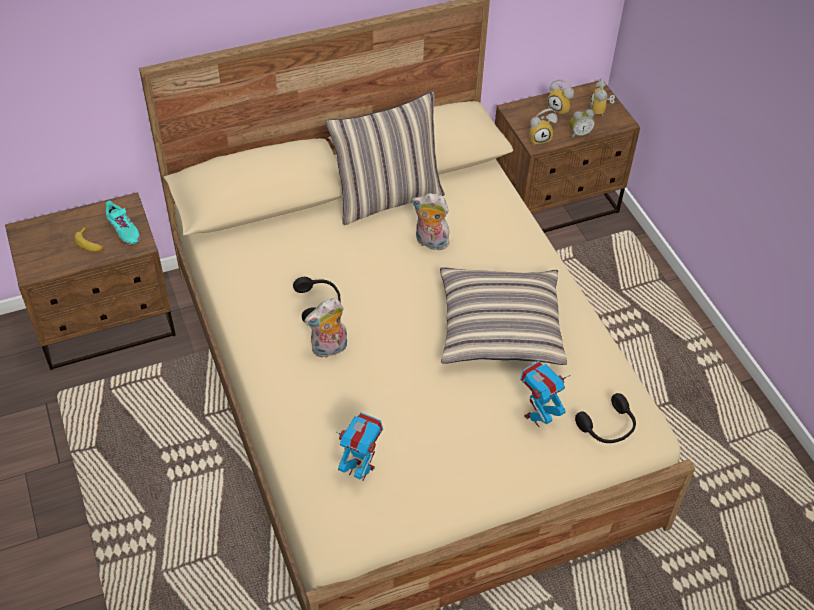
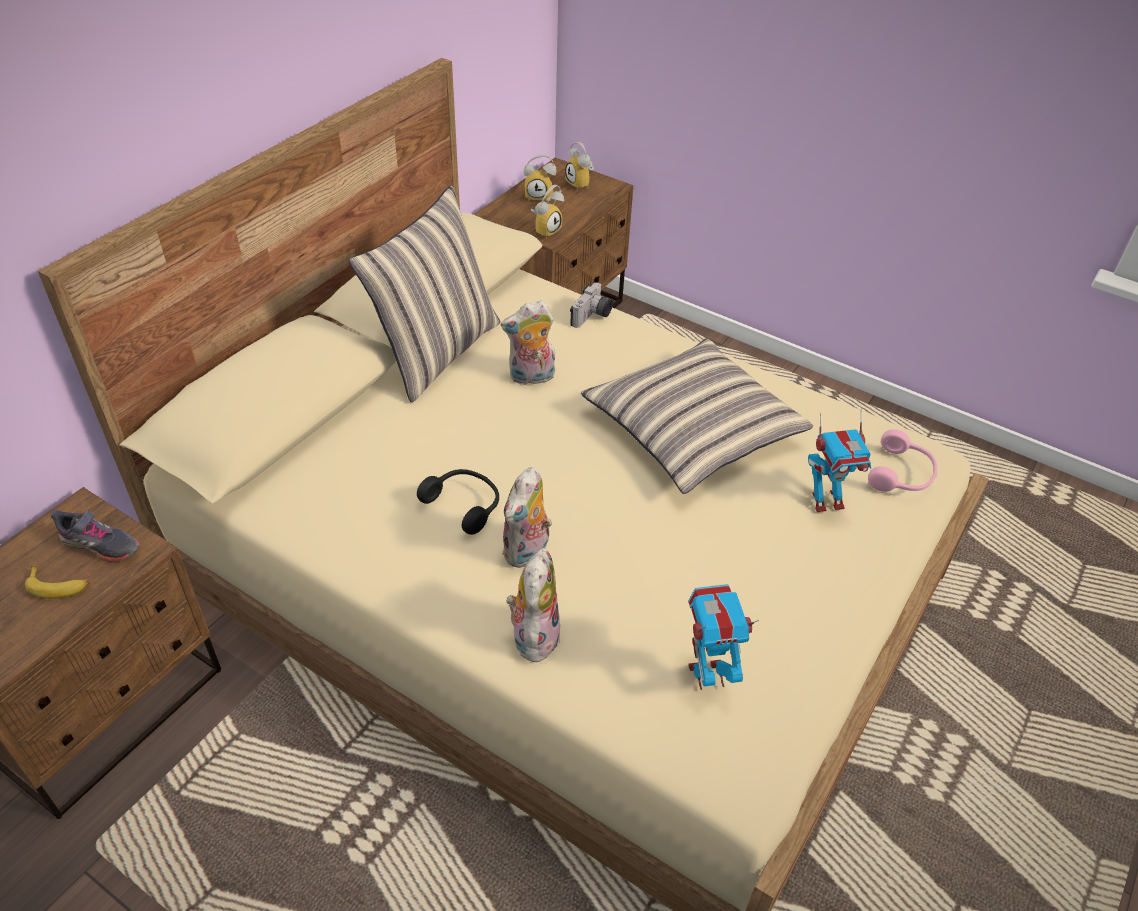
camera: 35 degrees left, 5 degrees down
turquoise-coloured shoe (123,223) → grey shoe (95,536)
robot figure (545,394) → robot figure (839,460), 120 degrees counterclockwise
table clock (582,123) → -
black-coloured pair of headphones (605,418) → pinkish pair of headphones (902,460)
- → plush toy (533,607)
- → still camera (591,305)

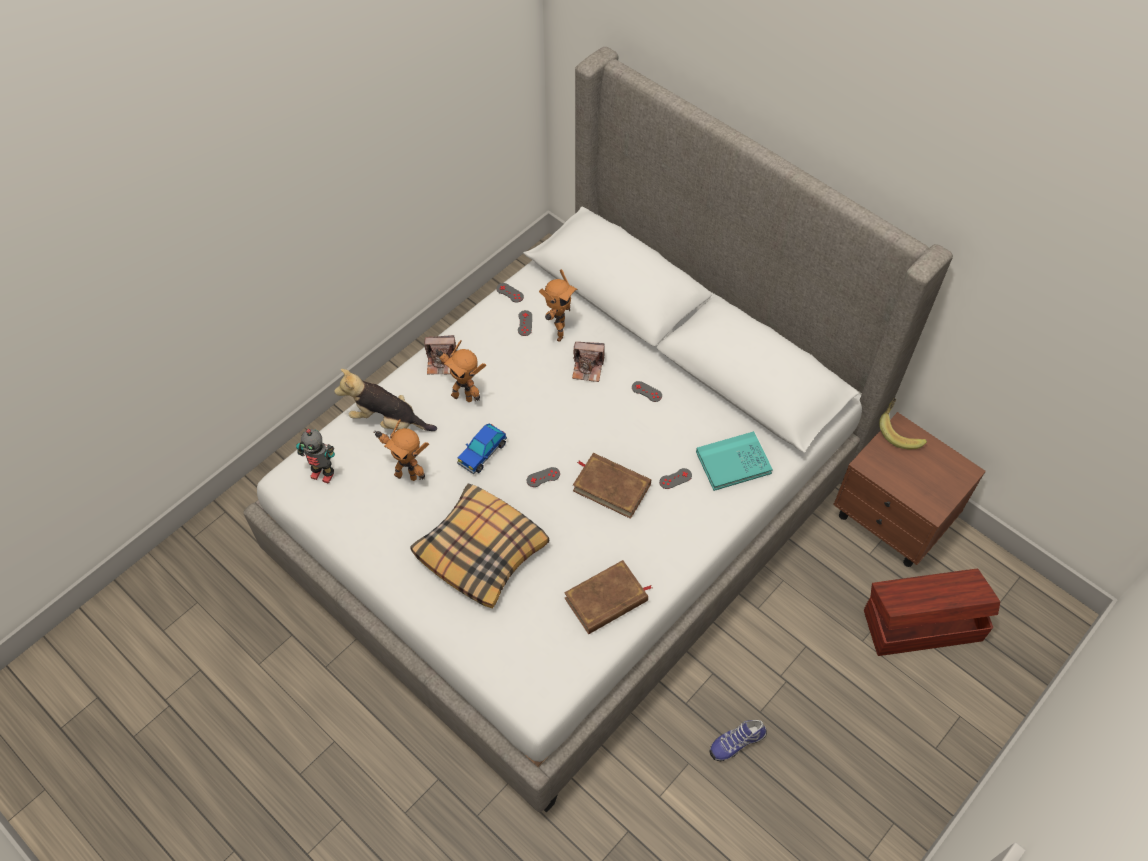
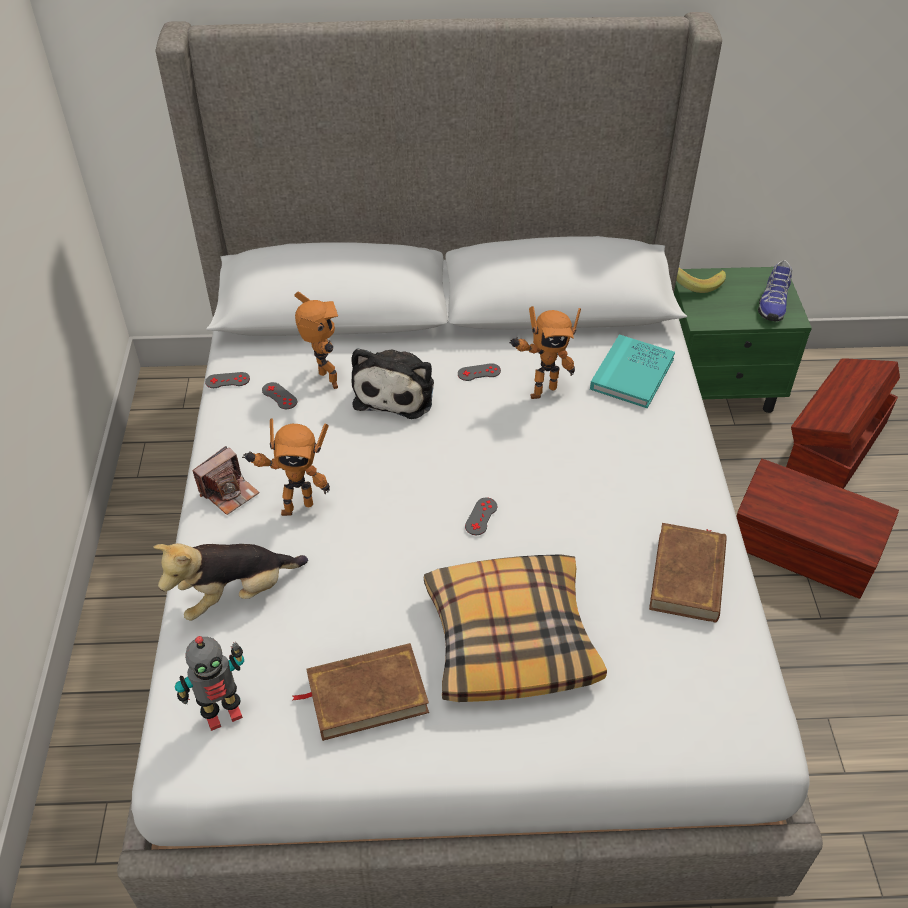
camera: 45 degrees left, 10 degrees down
robot figure (401,450) → robot figure (545,352), moved
toy car (482,448) → -
still camera (588,362) → plush toy (392,383)
brownish bound book (612,486) → brownish bound book (361,692), moved
grey joypad (675,478) → -
shoe (738,740) → shoe (775,290), moved
brownish bedside table (909,489) → green-coloured bedside table (743,340)
- → brownish storage box (818,529)

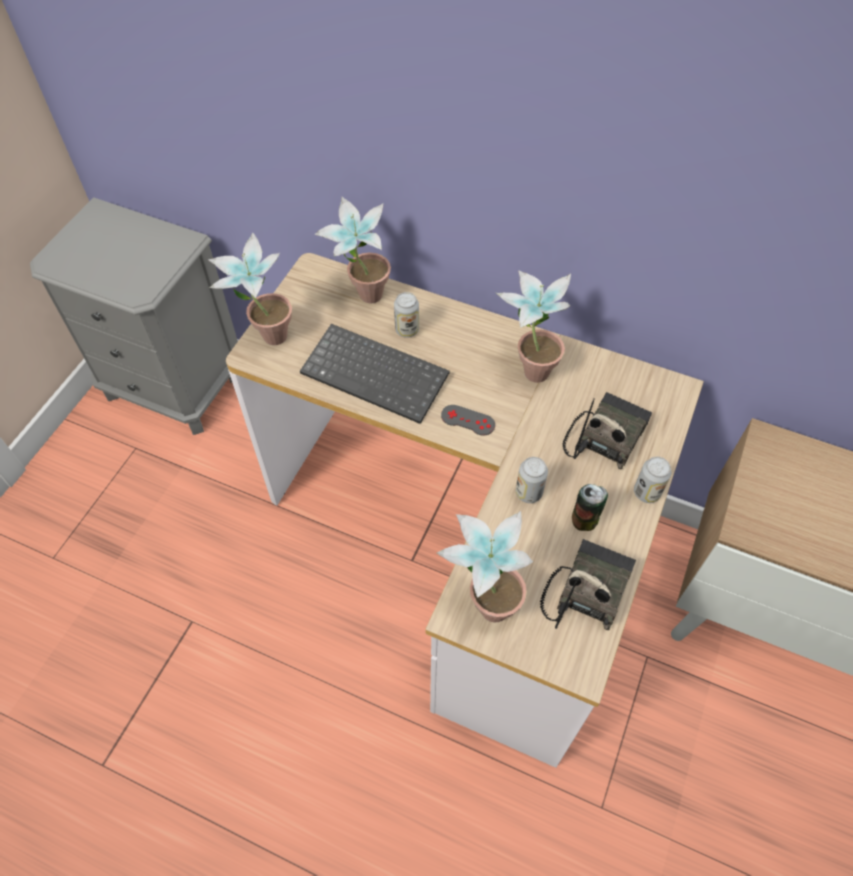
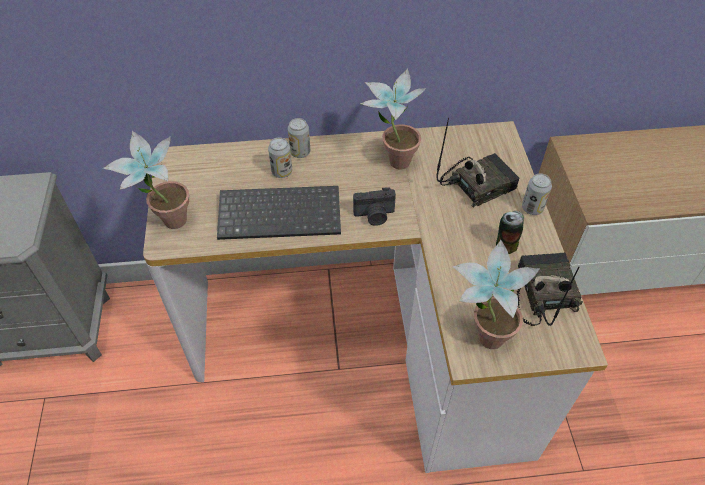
camera: 30 degrees left, 5 degrees down
houseplant (352,250) → -
grey joypad (468,420) → still camera (374,207)
metal can (532,480) → metal can (299,138), moved
radio set (607,431) → radio set (478,163), 60 degrees clockwise

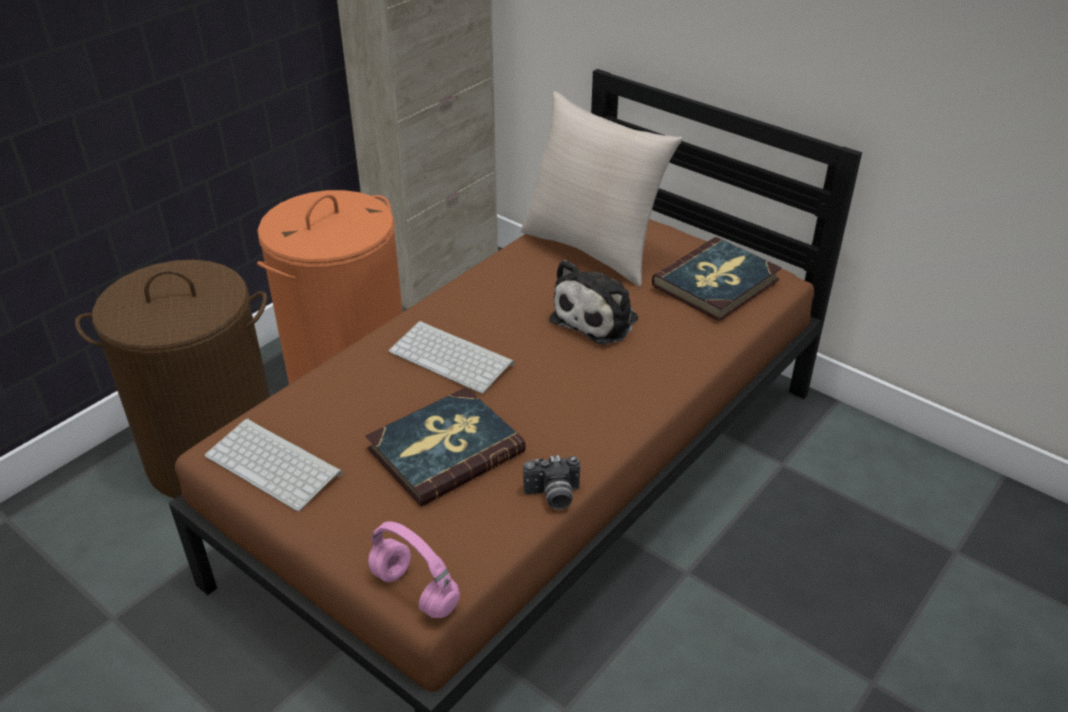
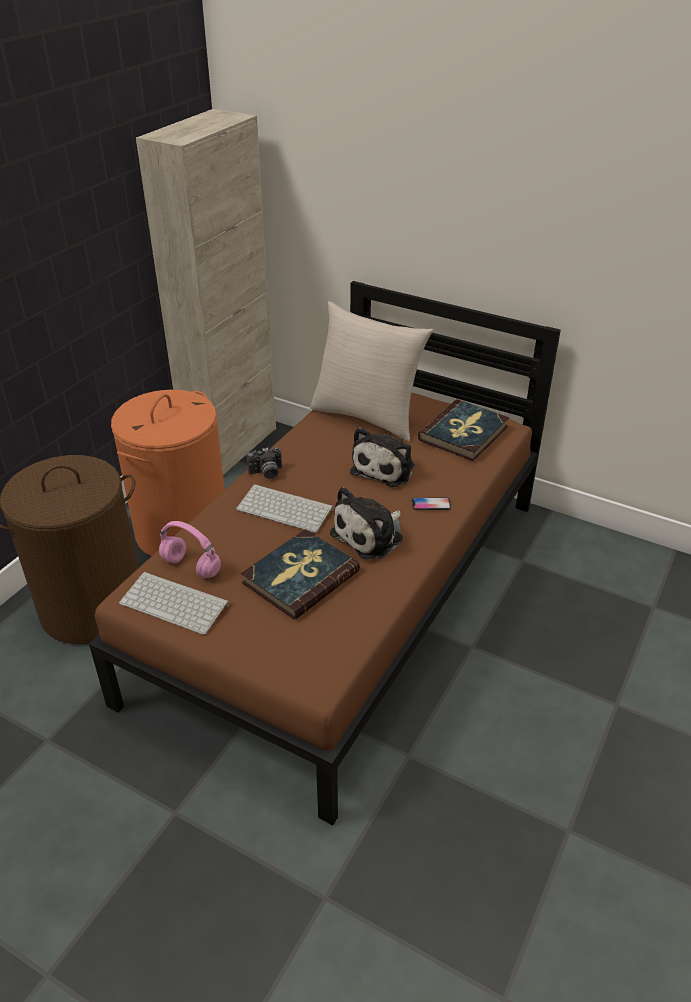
camera: 10 degrees left, 0 degrees up
pinkish pair of headphones (414,569) → pinkish pair of headphones (190,549), moved
still camera (551,482) → still camera (264,463), moved
- → plush toy (366,523)
- → telephone (431,503)

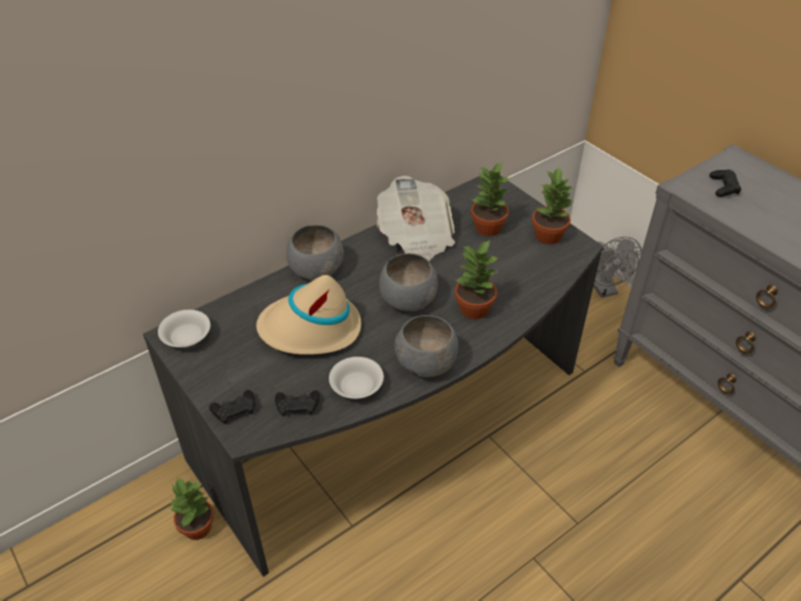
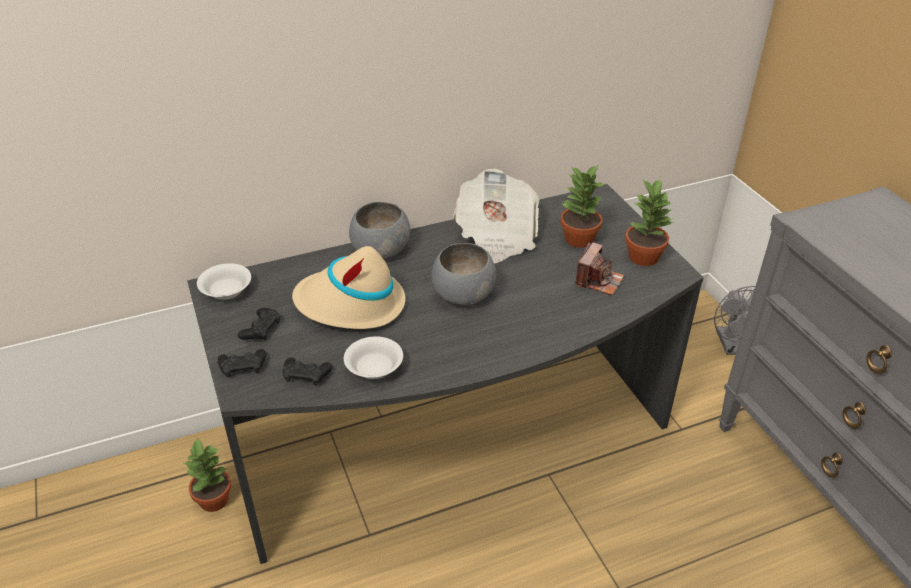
camera: 15 degrees right, 5 degrees down
grey bowl (426,346) → -
houseplant (476,279) → -
black-coloured joypad (725,183) → black-coloured joypad (259,324), moved
- → still camera (599,268)

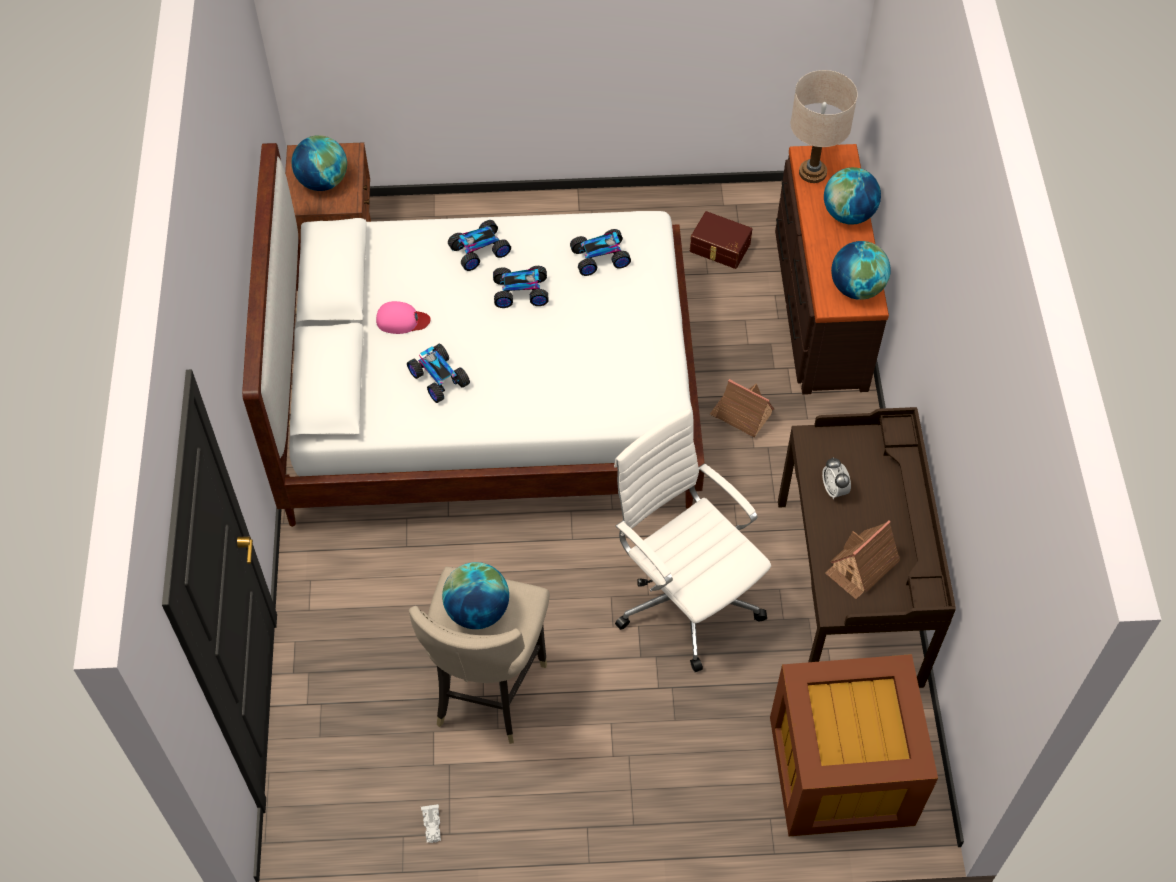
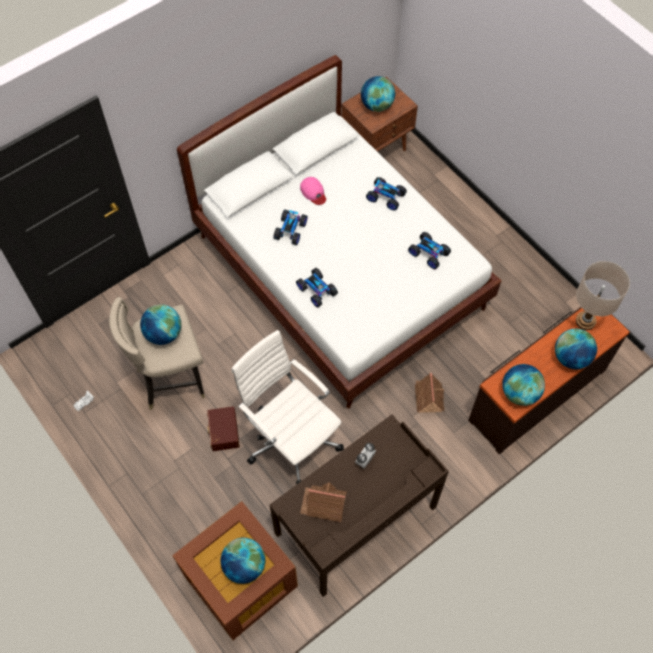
camera: 55 degrees right, 5 degrees up
toy car (521,287) → toy car (317,287), moved
white-coloured desk chair (692,540) → white-coloured desk chair (287,407), 60 degrees counterclockwise
brownish storage box (721,240) → brownish storage box (223,428), moved
- → desk globe (242,561)

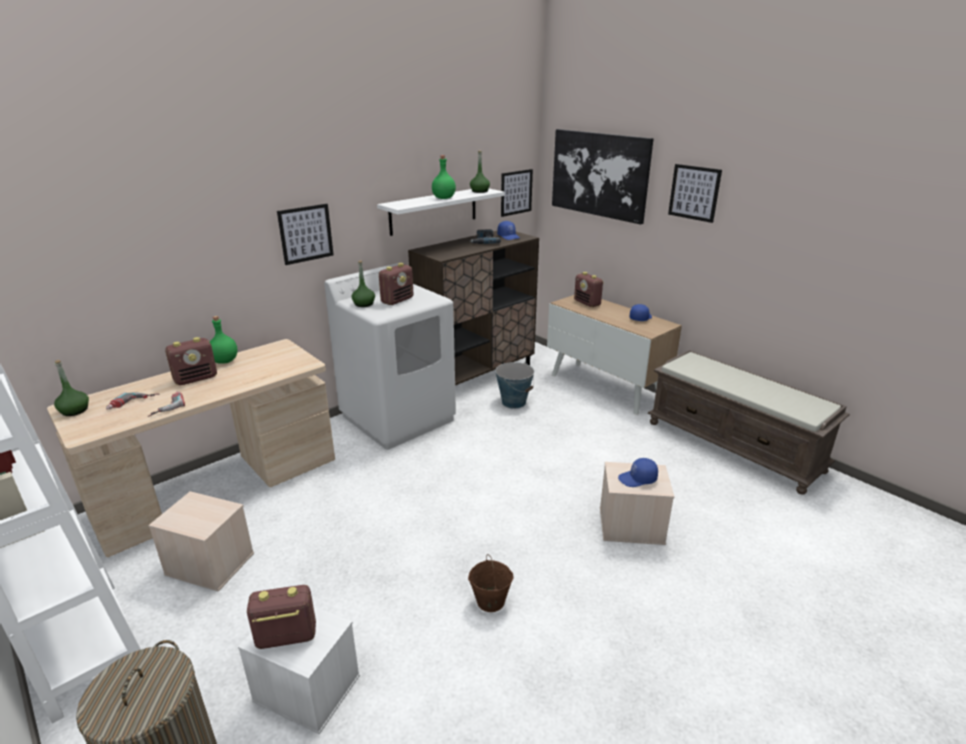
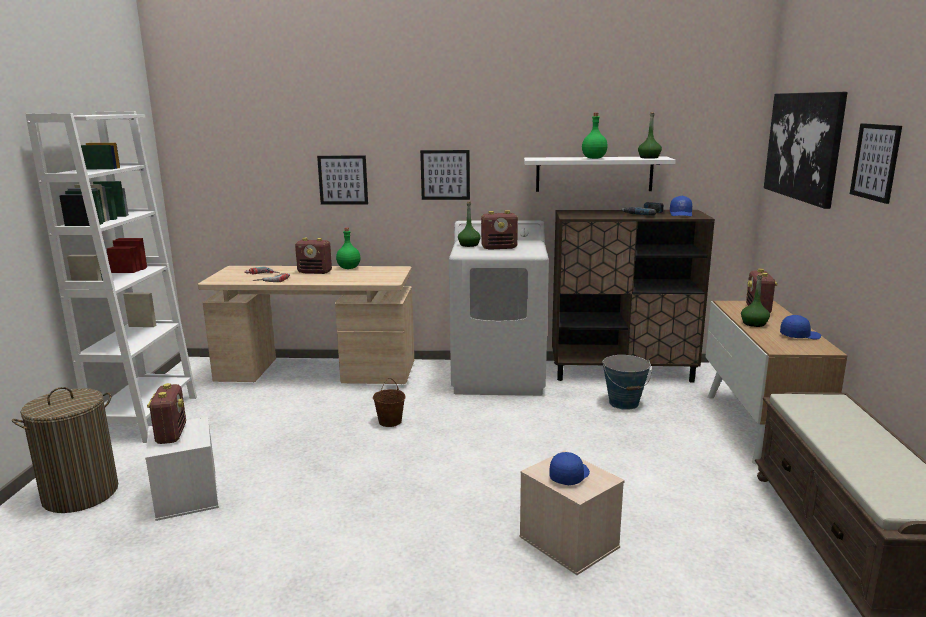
camera: 45 degrees right, 10 degrees down
green-coloured drink bottle (71,388) → green-coloured drink bottle (755,300), moved
beige storage box (201,541) → -
radio set (281,617) → radio set (166,413), 45 degrees clockwise
brownish pail (490,583) → brownish pail (389,402), moved
picture (517,193) → picture (342,180), moved
blue baseball cap (638,472) → blue baseball cap (569,468), 90 degrees clockwise

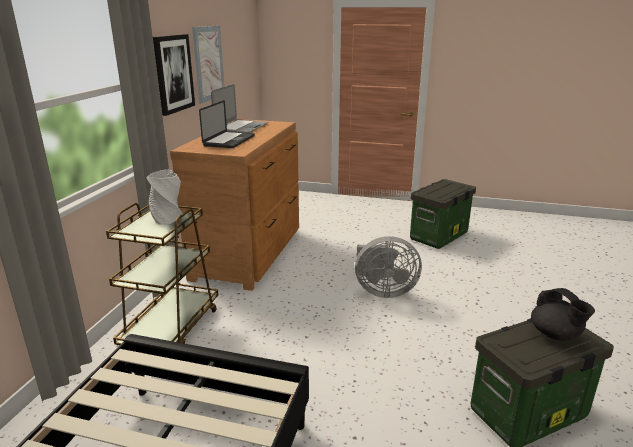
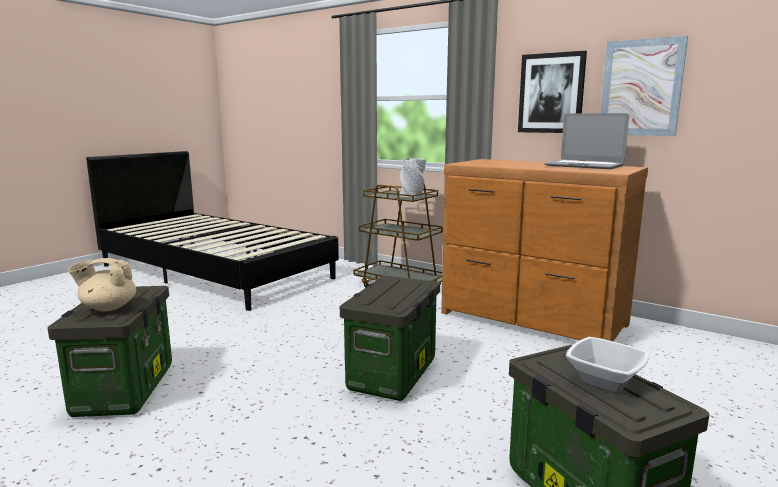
camera: 110 degrees right, 10 degrees down
portable computer (227,124) → -
grey cooling fan (388,267) → storage box (390,338)
black-coloured tea pot (563,314) → beige tea pot (102,284)
- → bowl (608,364)

